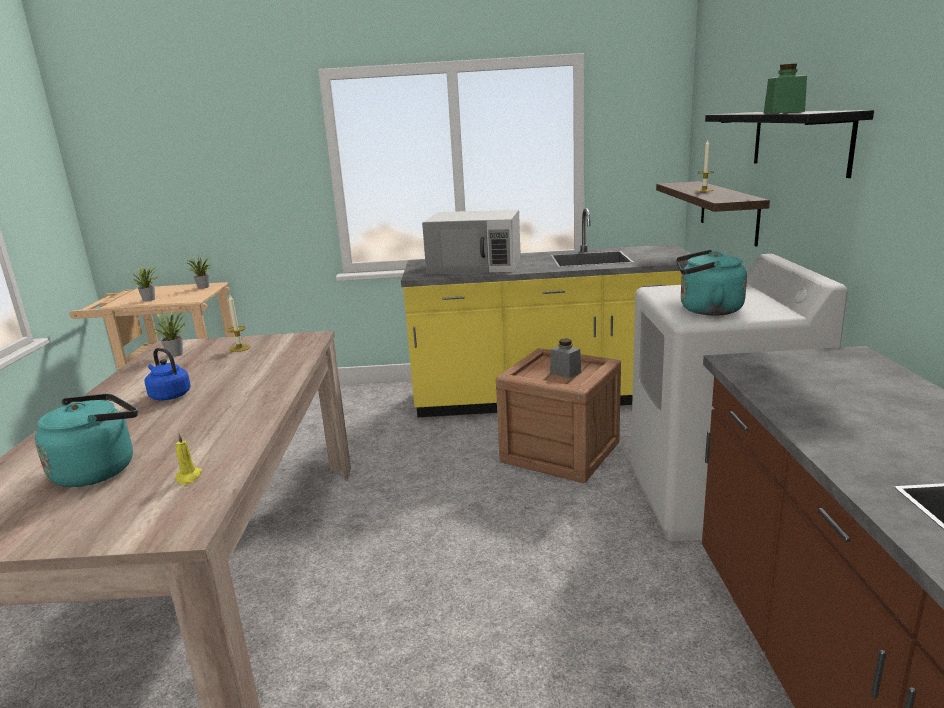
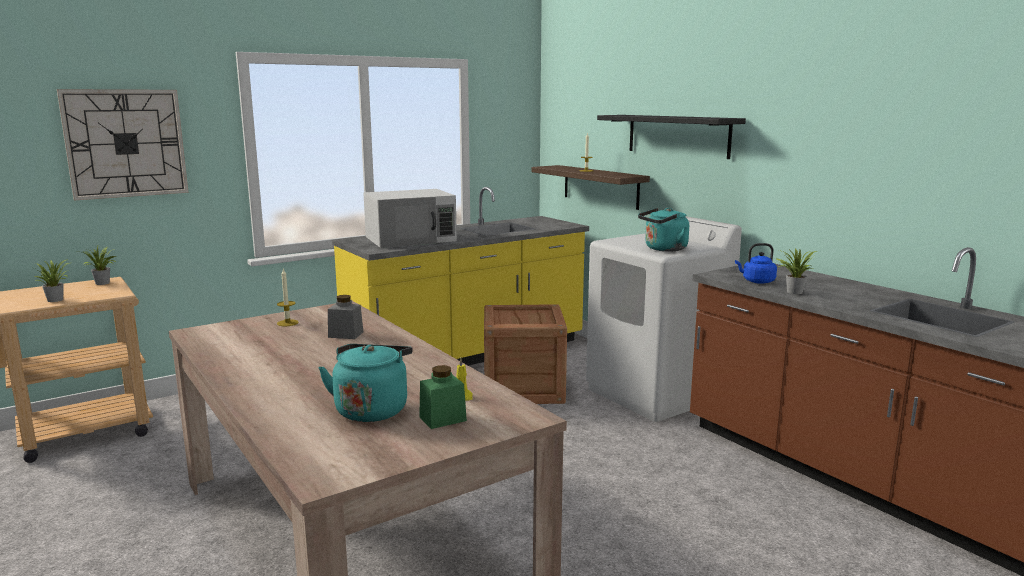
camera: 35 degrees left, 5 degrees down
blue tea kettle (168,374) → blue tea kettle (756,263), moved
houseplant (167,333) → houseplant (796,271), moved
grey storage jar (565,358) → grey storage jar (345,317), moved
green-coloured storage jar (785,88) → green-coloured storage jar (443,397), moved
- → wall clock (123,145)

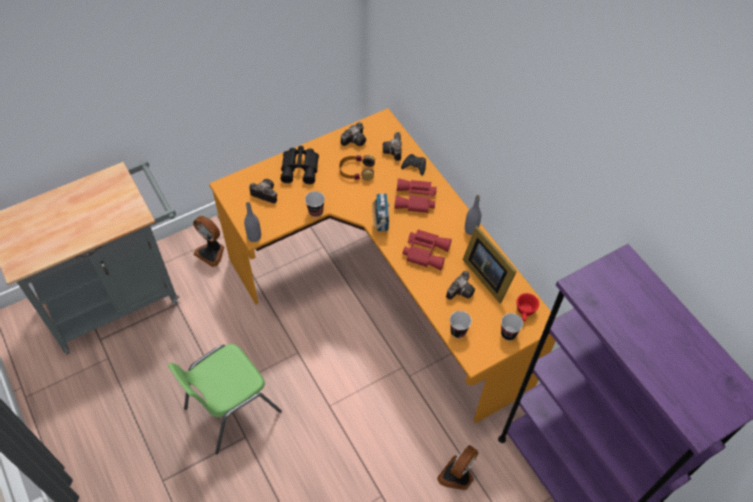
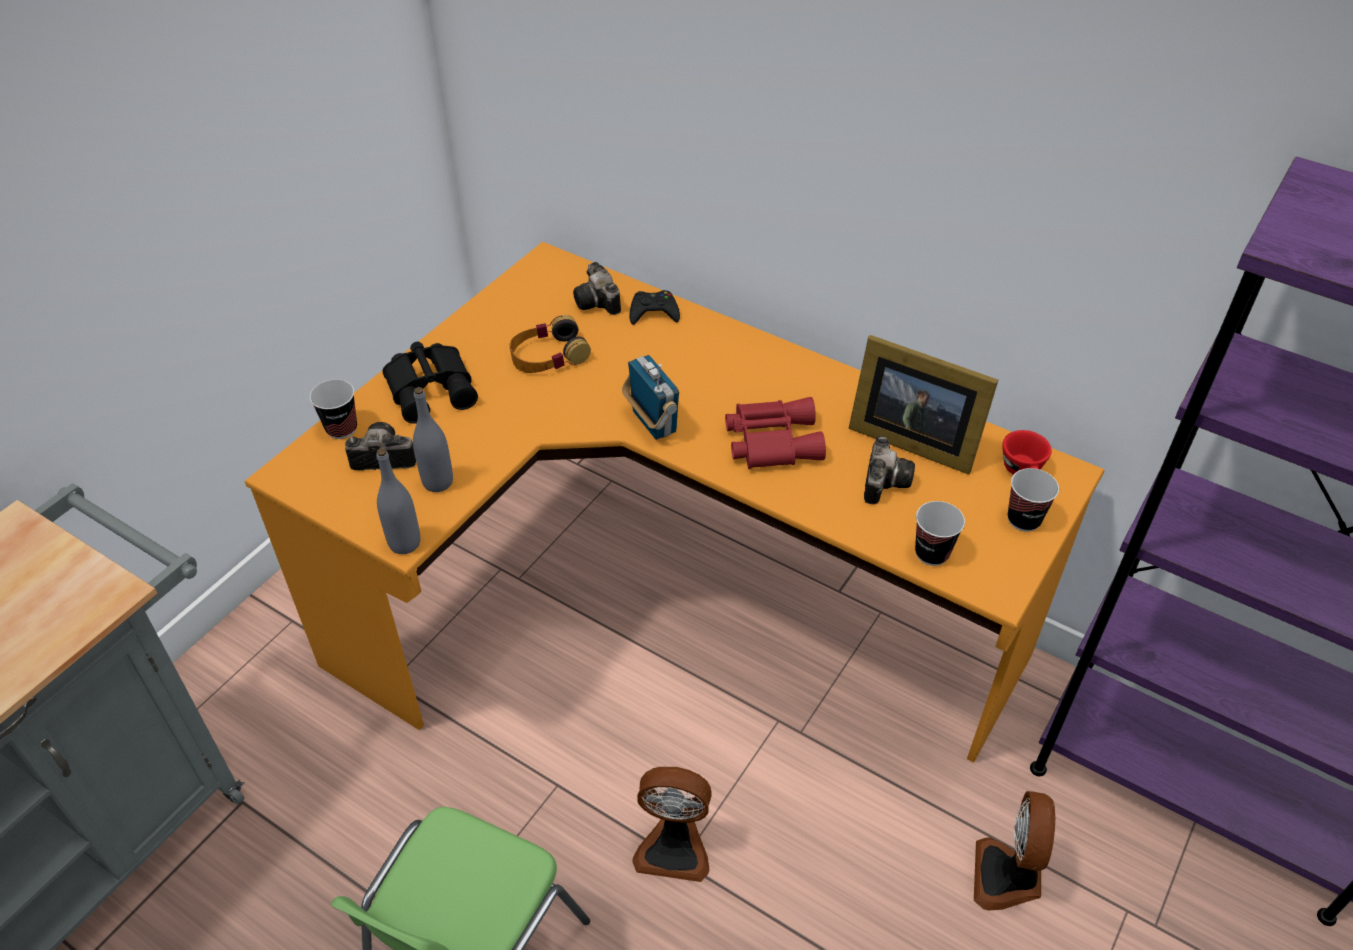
camera: 25 degrees left, 10 degrees down
cooling fan (208,241) → cooling fan (672,824), moved
cup (315,204) → cup (333,409), moved
still camera (353,134) → -
reddish binoculars (415,195) → -
grey drink bottle (473,215) → grey drink bottle (433,439), moved

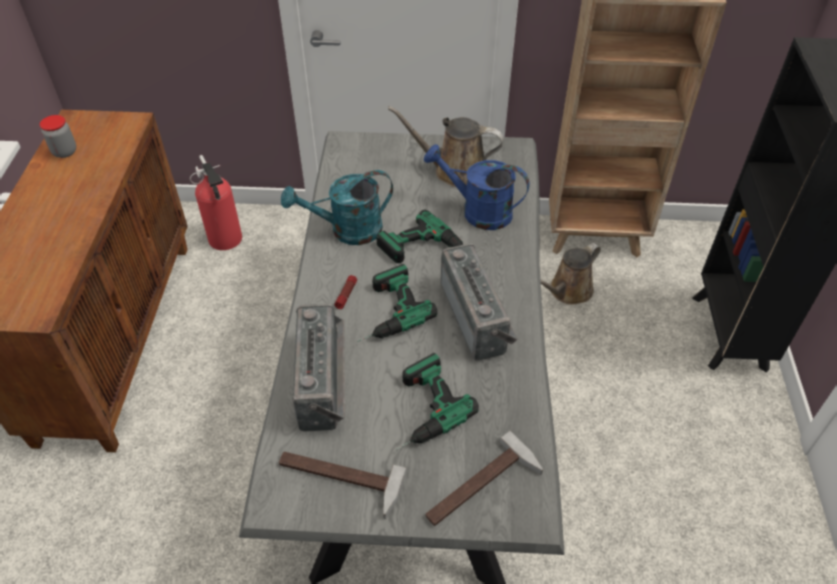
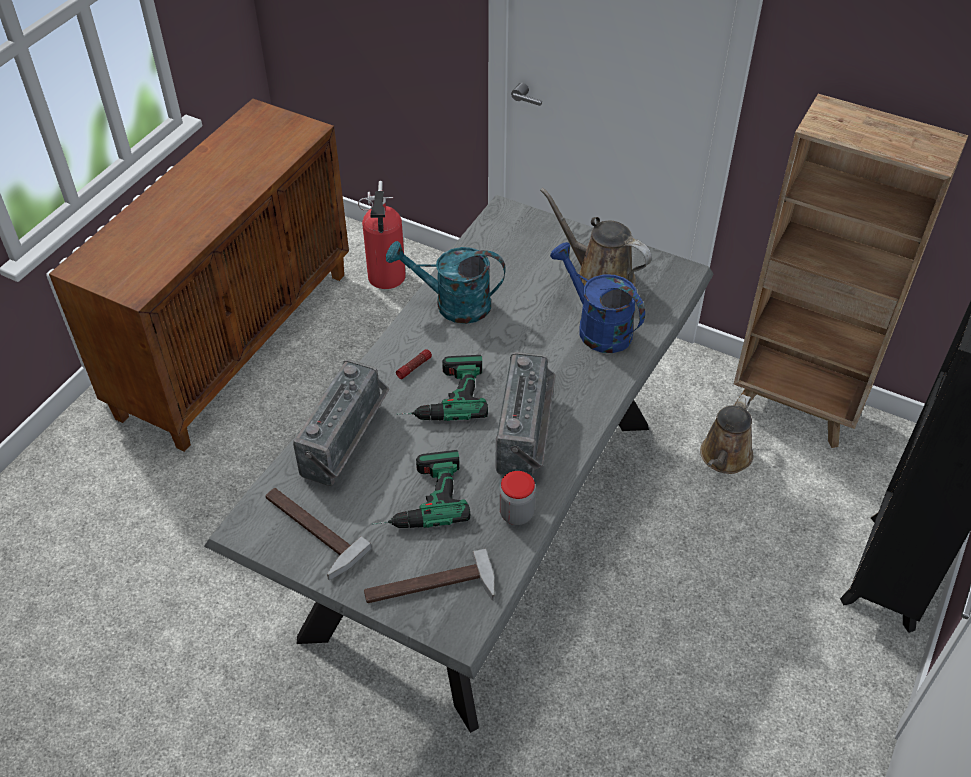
camera: 25 degrees right, 0 degrees up
storage jar (58,136) → storage jar (517,498), moved
power drill (419,236) → -
brownish watering pot (571,274) → brownish watering pot (726,434), 45 degrees counterclockwise

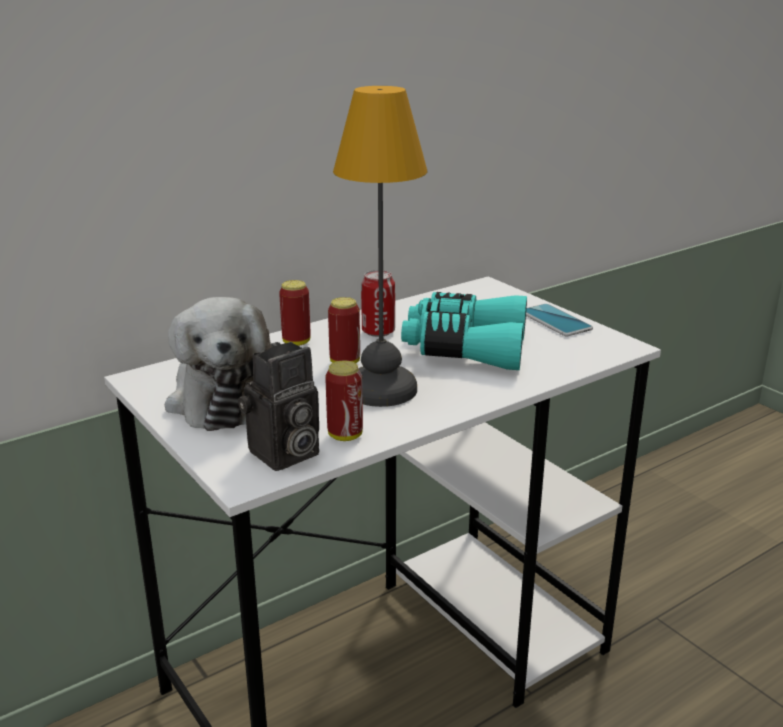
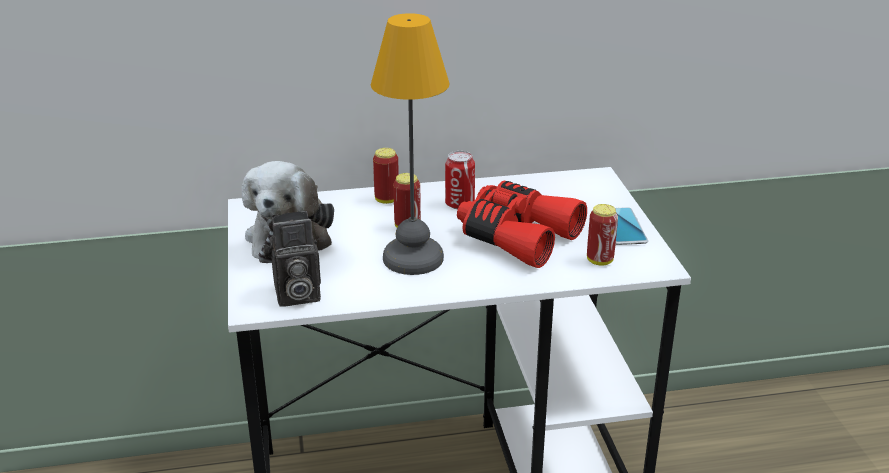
camera: 25 degrees right, 5 degrees up
metal can (344,401) → metal can (602,234), moved
turquoise-coloured binoculars (464,331) → reddish binoculars (522,224)

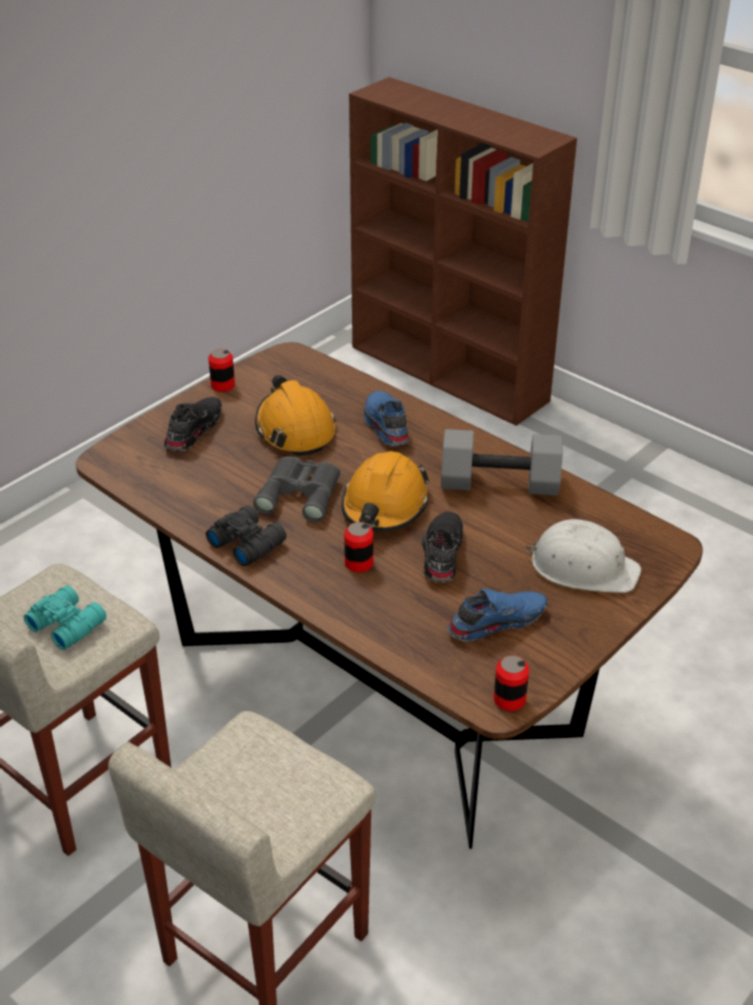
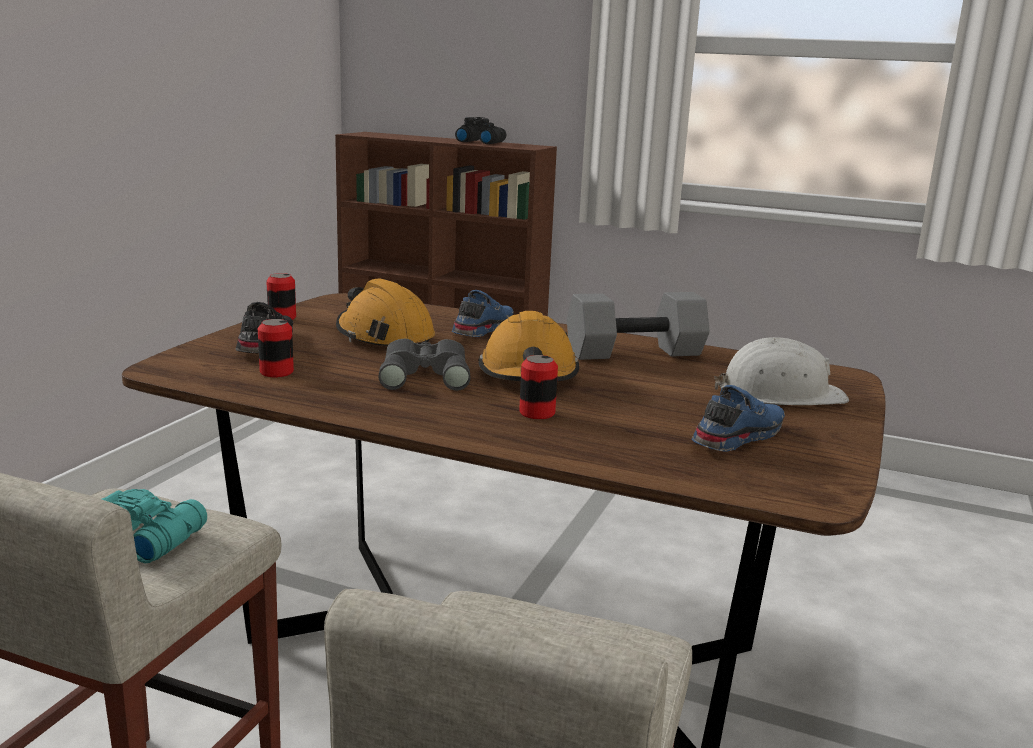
camera: 20 degrees left, 20 degrees down
black-coloured binoculars (246,535) → black-coloured binoculars (480,130), moved
blue shoe (386,418) → blue shoe (483,313), 60 degrees clockwise
black-coloured shoe (442,547) → -
metal can (511,683) → metal can (276,348), moved

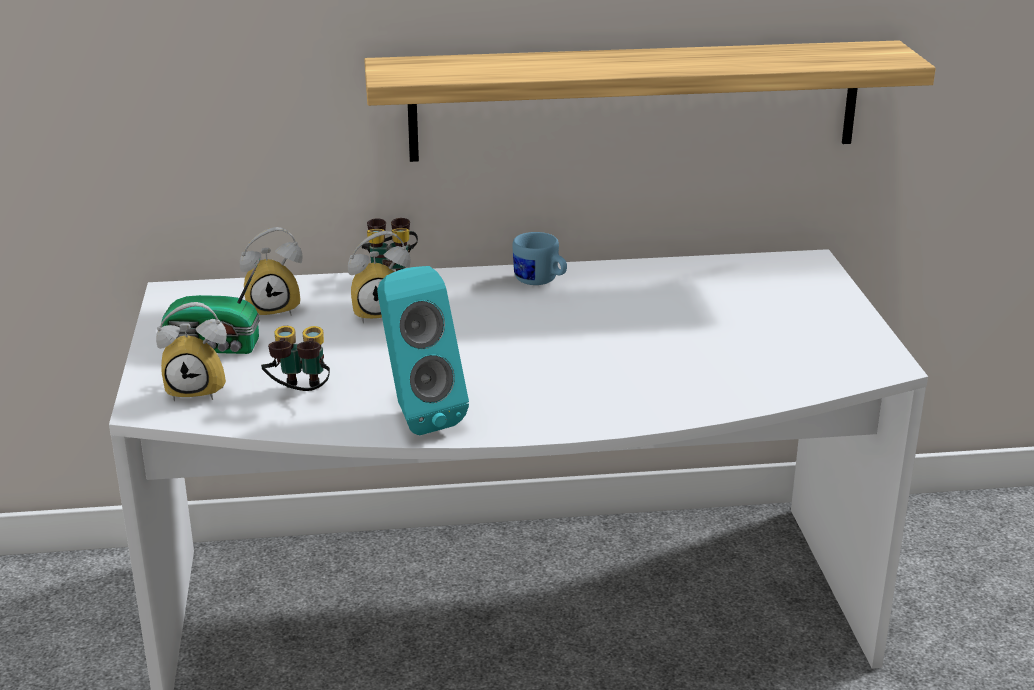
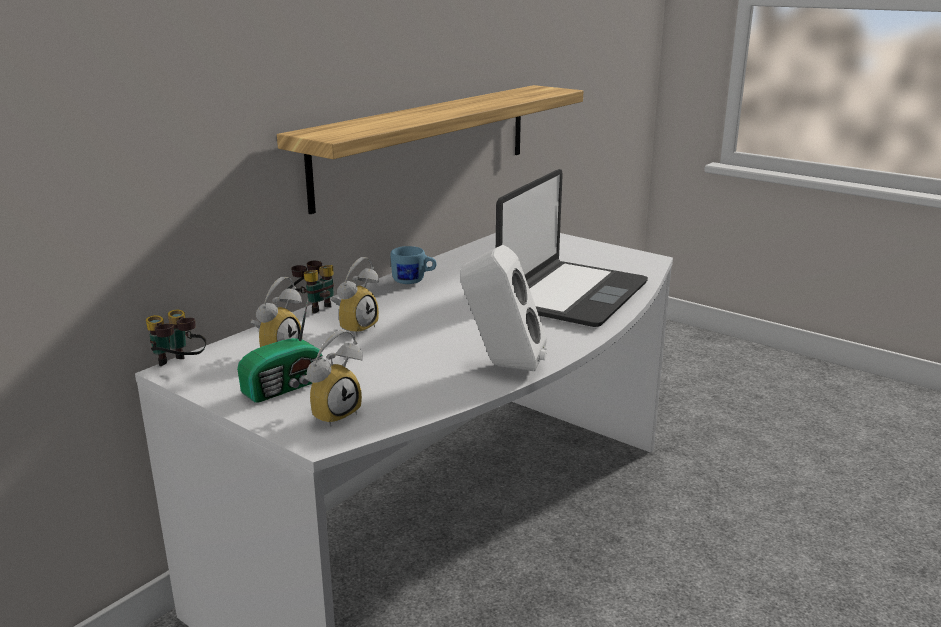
camera: 45 degrees left, 5 degrees down
binoculars (295,358) → binoculars (176,338), moved
turquoise-coloured loudspeaker (423,350) → white-coloured loudspeaker (503,308)
- → portable computer (572,248)

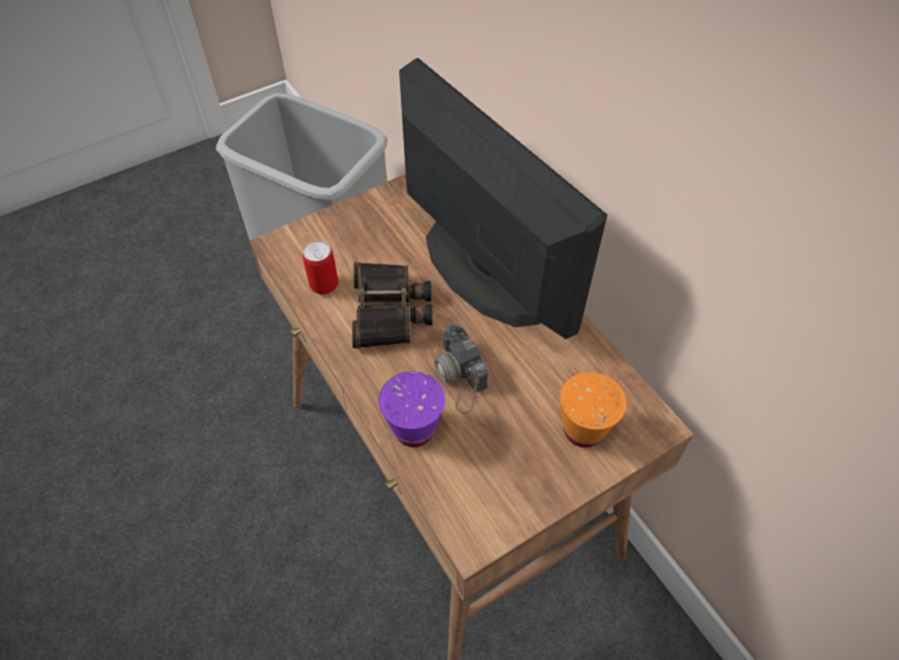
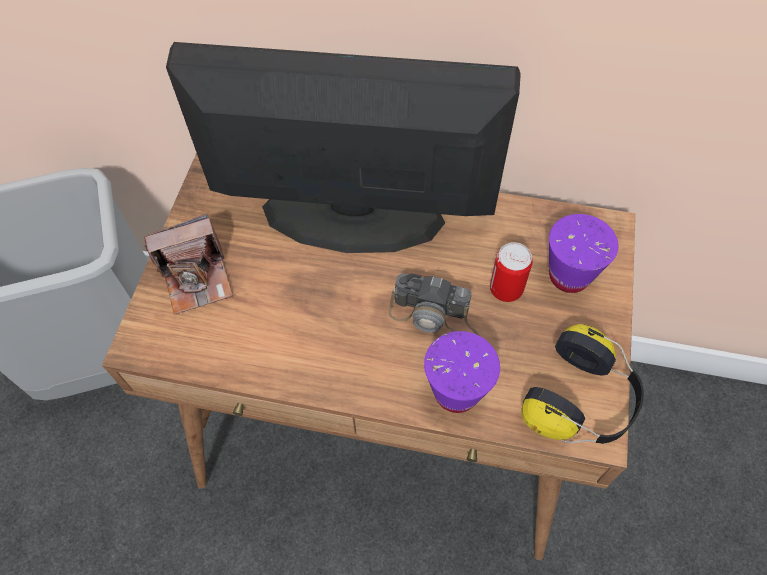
camera: 45 degrees left, 5 degrees up
metal can (320,267) → metal can (511,272), moved
binoculars (392,305) → -
orange cup (592,410) → purple-coloured cup (583,253)
- → still camera (188,264)
- → pair of headphones (583,384)

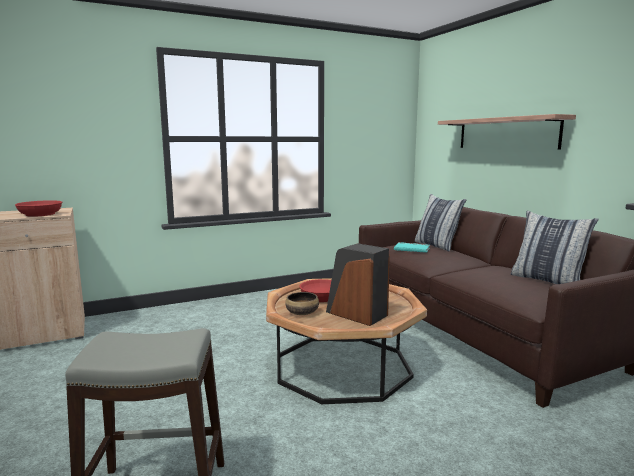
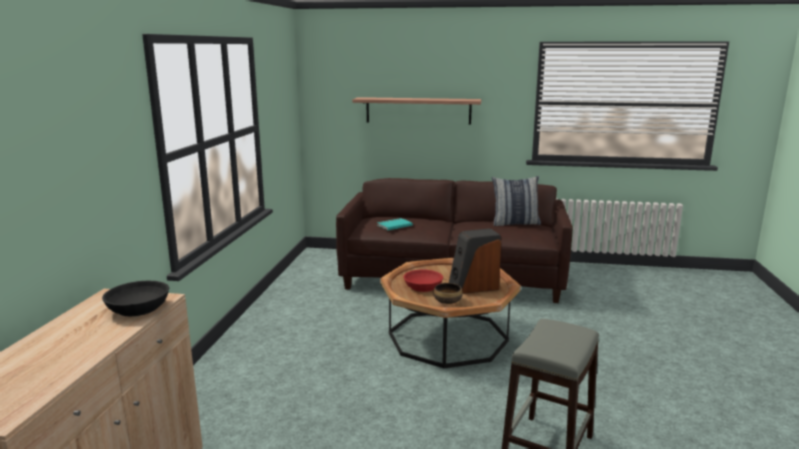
camera: 55 degrees left, 5 degrees up
reddish bowl (38,208) → black-coloured bowl (136,298)
pillow (441,222) → -

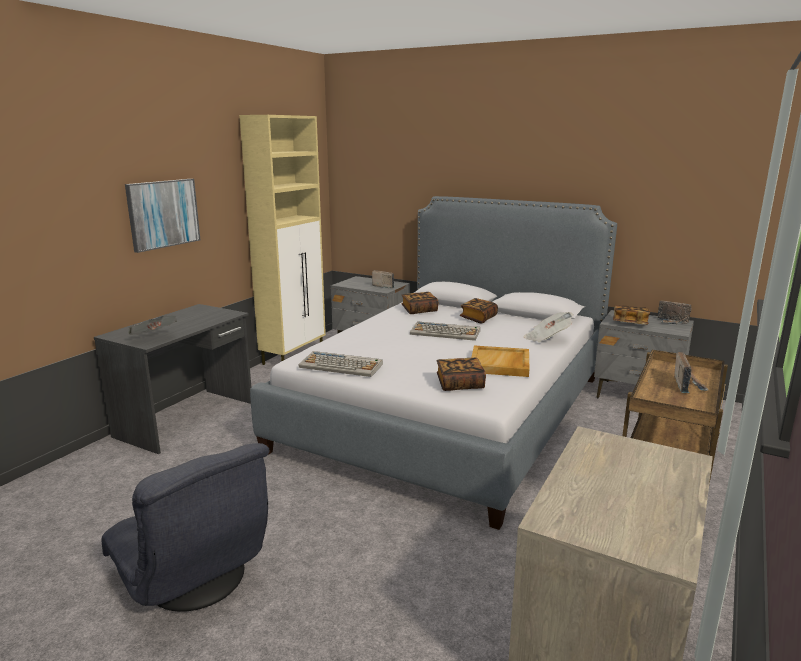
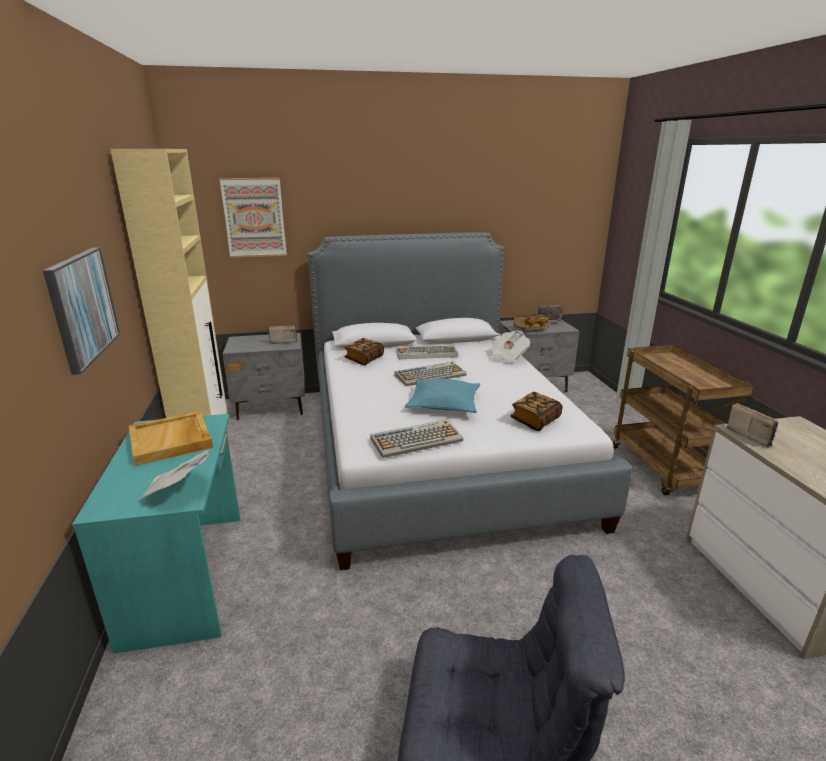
camera: 40 degrees left, 5 degrees up
grey desk table (172,379) → turquoise-coloured desk table (156,534)
bound book (479,310) → keyboard (427,352)
beige carrying tray (500,361) → beige carrying tray (171,438), moved
radio set (691,372) → radio set (752,425), moved
- → picture (253,218)
- → turquoise-coloured pillow (442,395)

